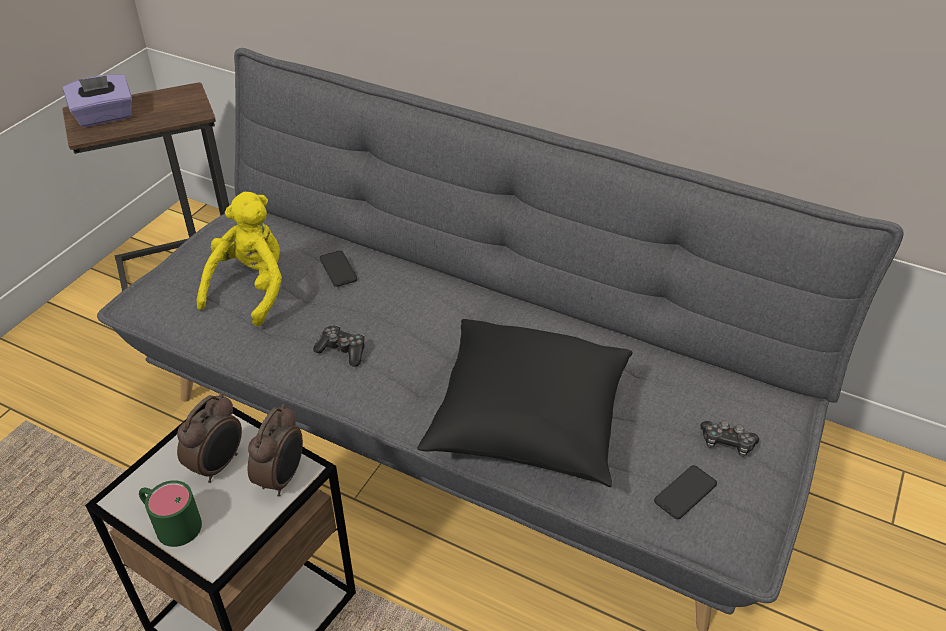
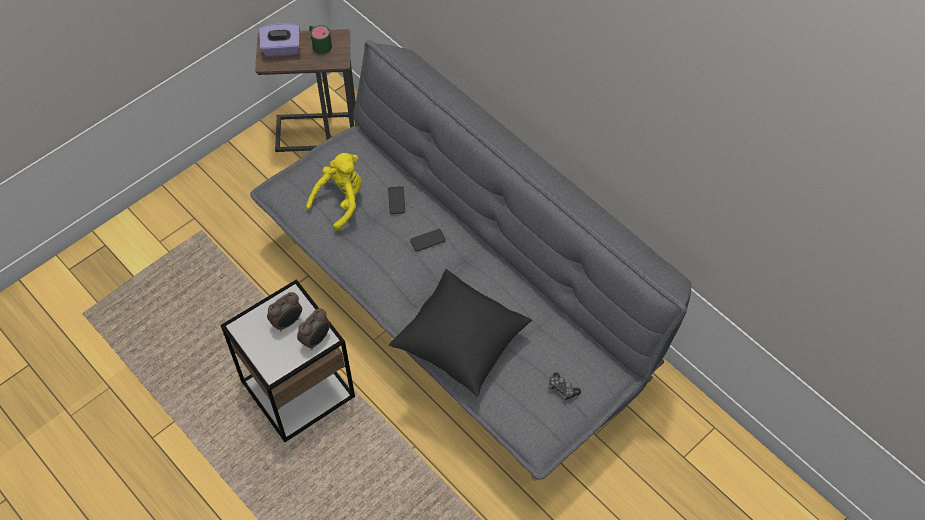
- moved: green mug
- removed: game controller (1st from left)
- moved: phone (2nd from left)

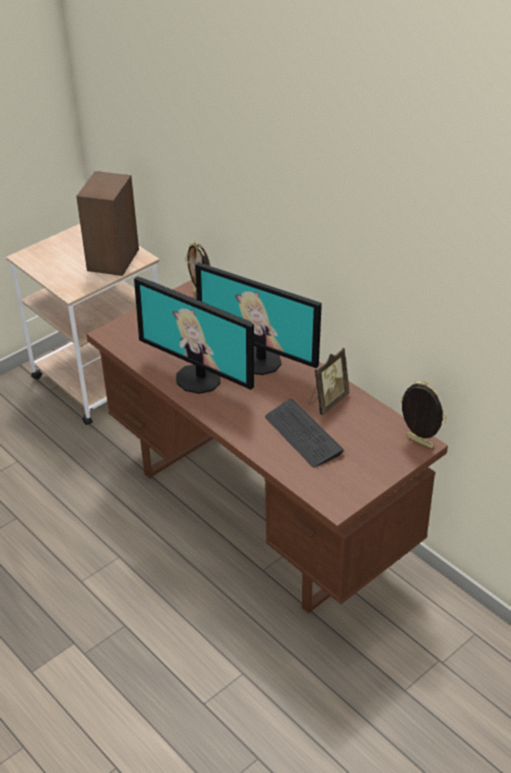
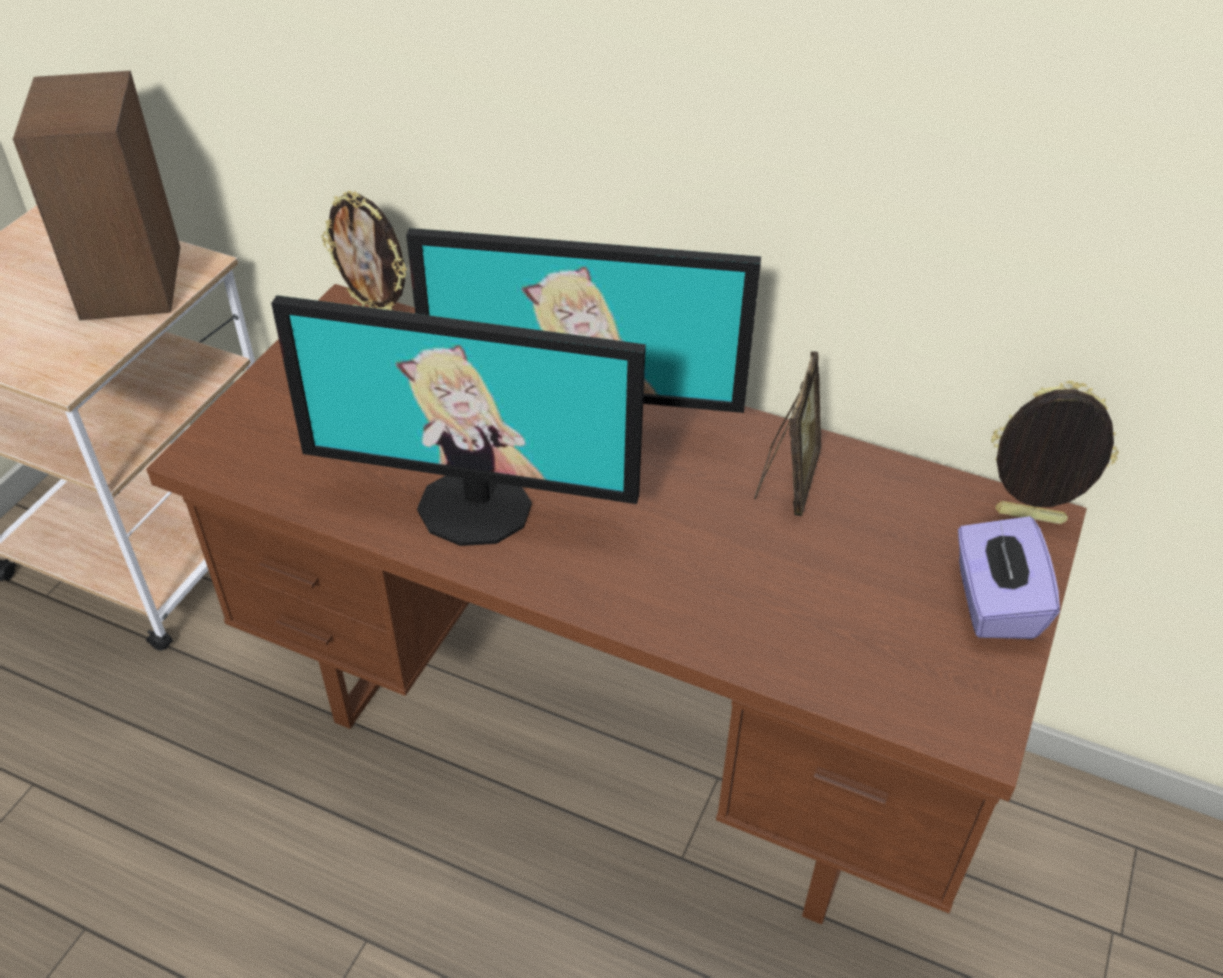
- removed: keyboard
- added: purple tissue box

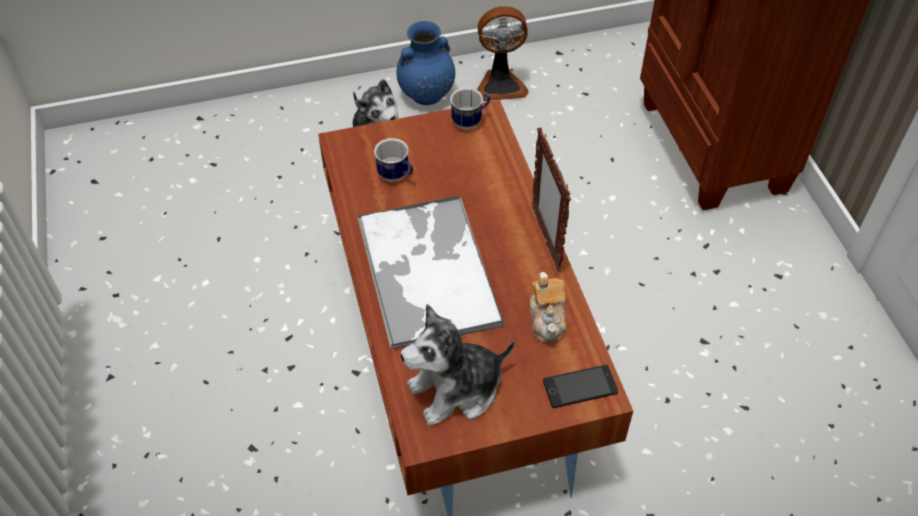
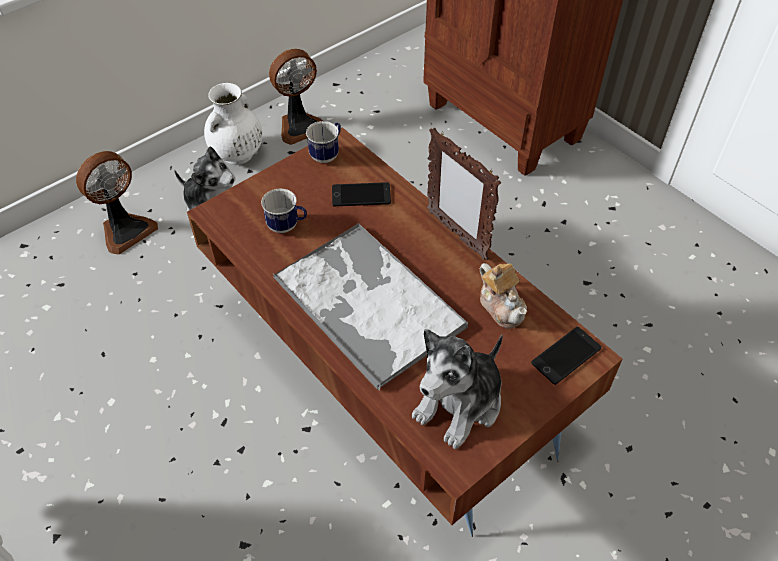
- recoloured: blue vase to white vase
- added: fan (1st from left)
- added: phone (1st from left)

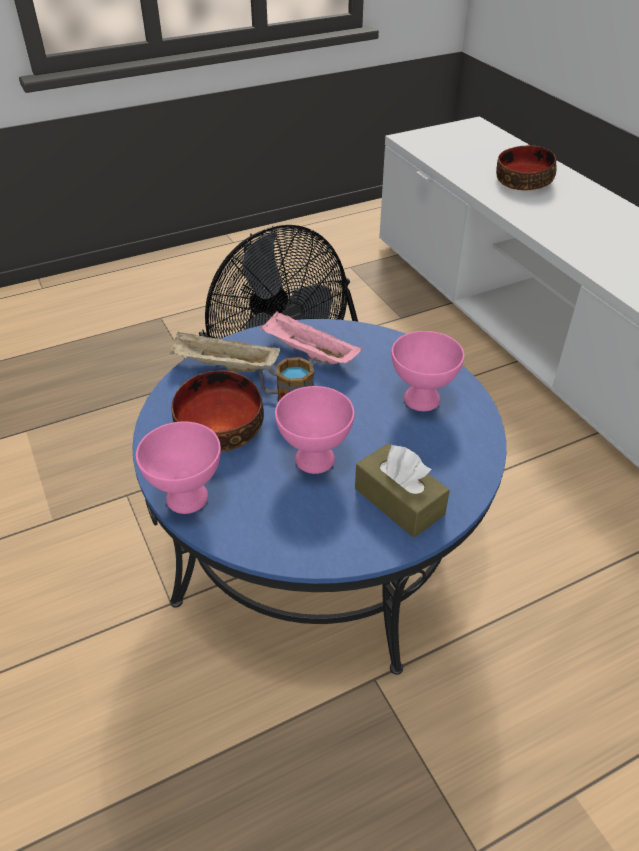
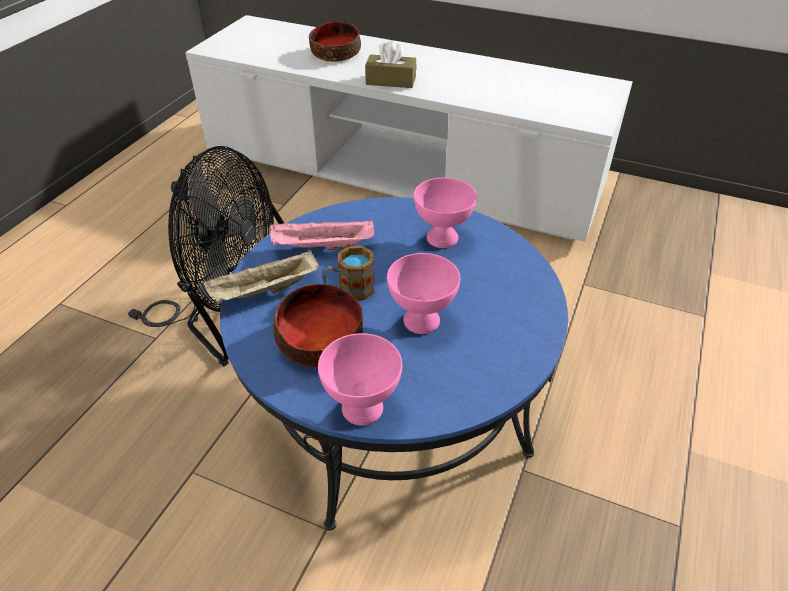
- moved: brown tissue box

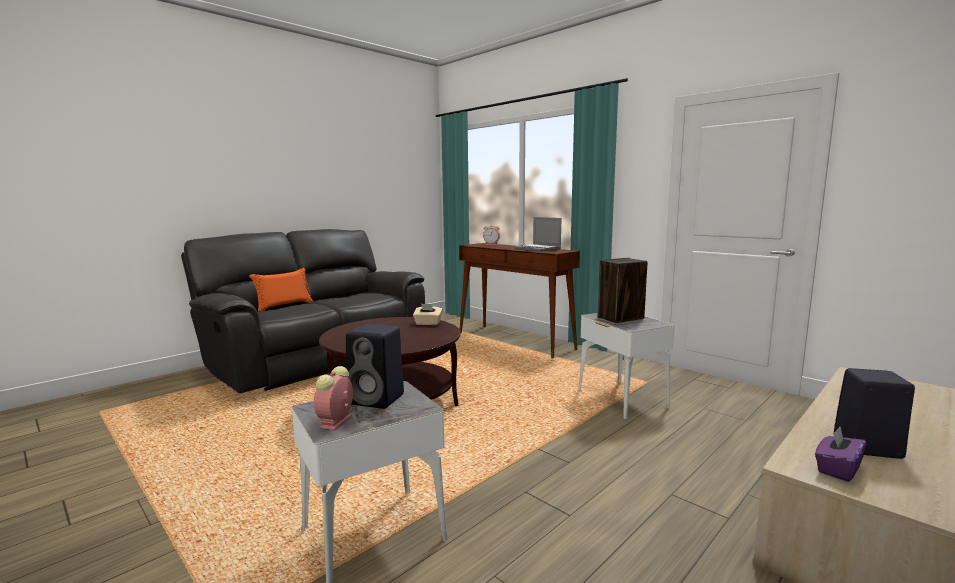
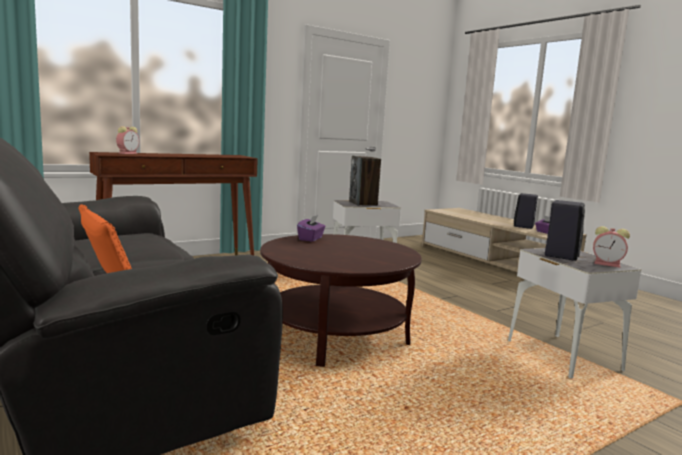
- recoloured: beige tissue box to purple tissue box (1st from left)
- removed: laptop

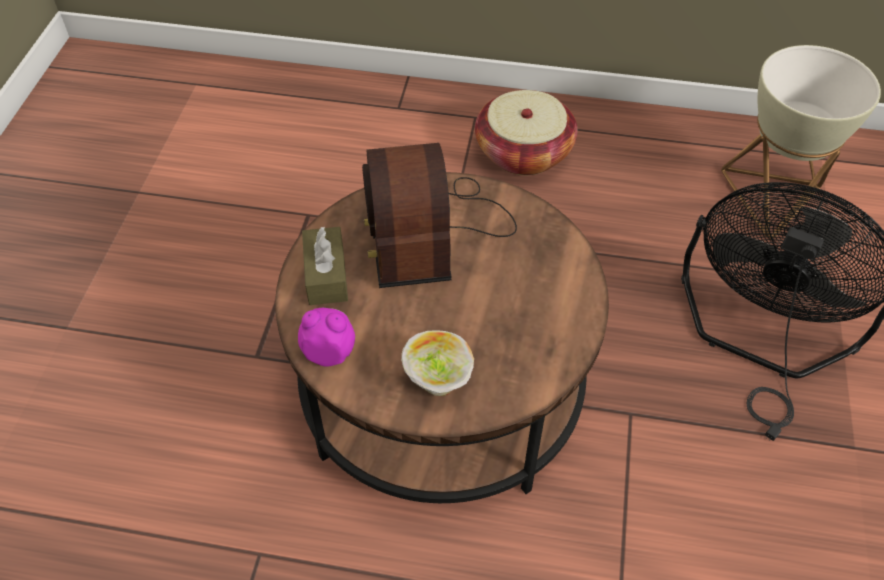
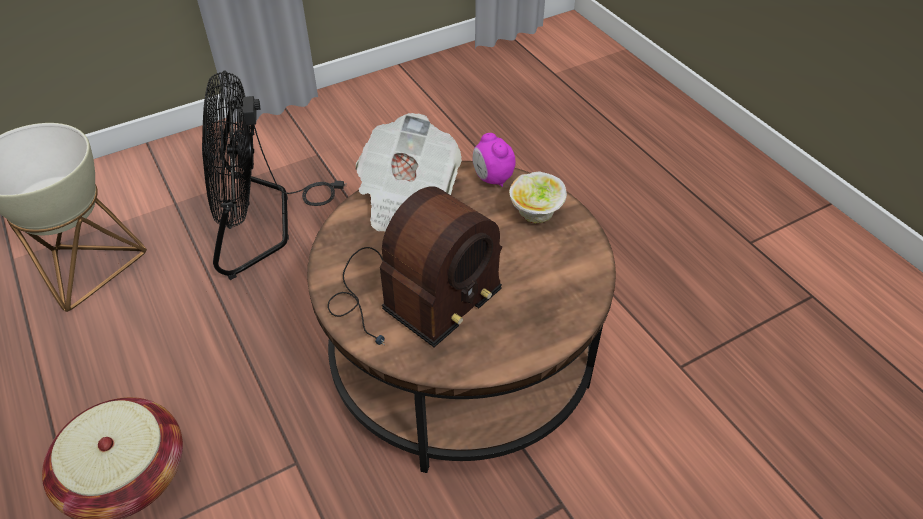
- moved: alarm clock
- removed: brown tissue box
- added: newspaper

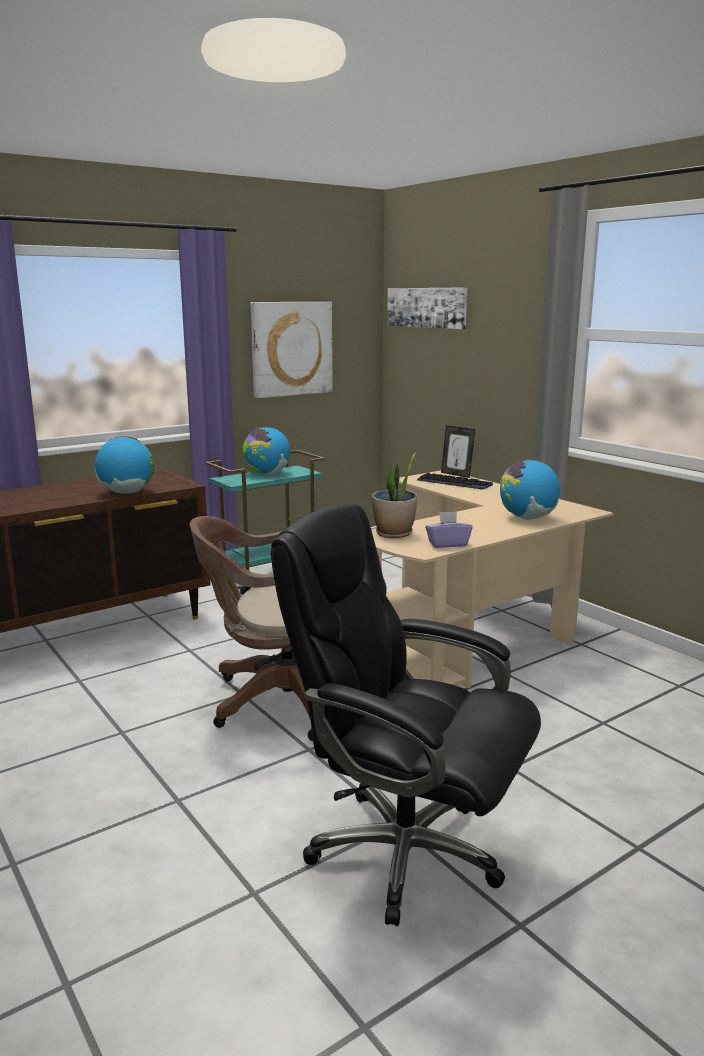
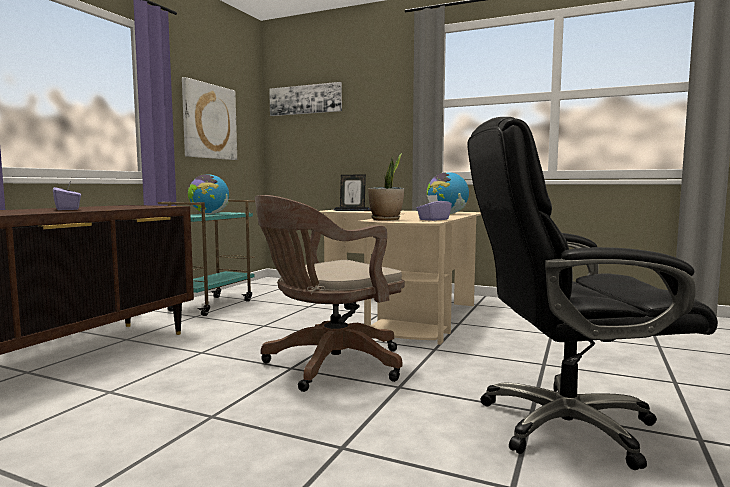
- removed: globe (1st from left)
- added: purple tissue box (1st from left)

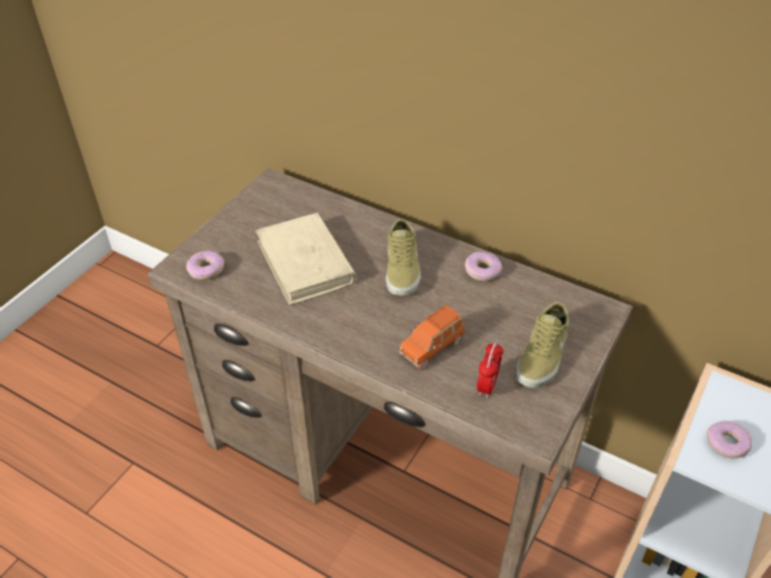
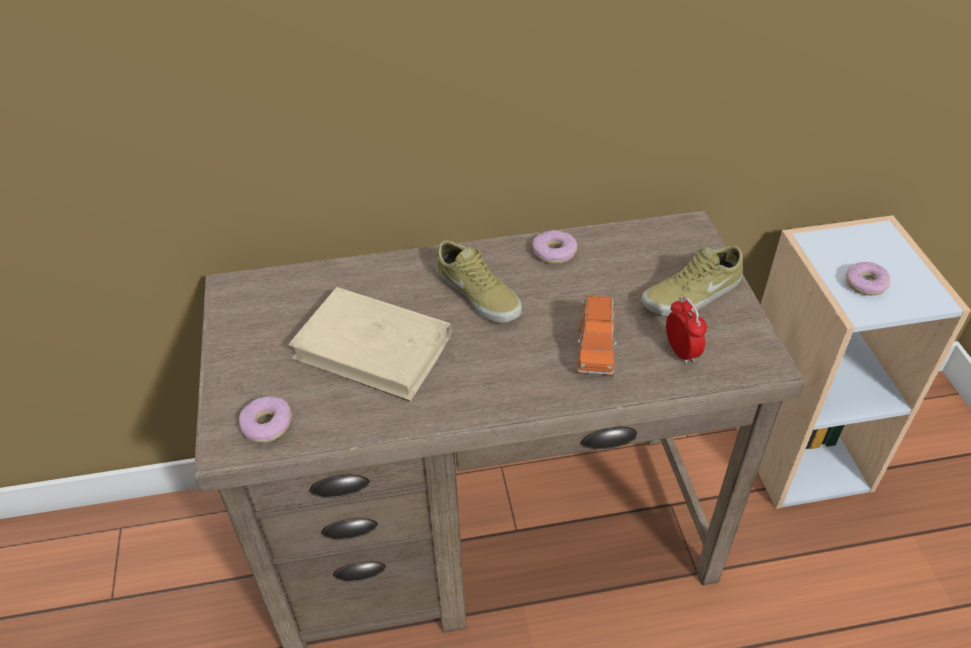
- turned: beige shoe (2nd from left) 75 degrees clockwise

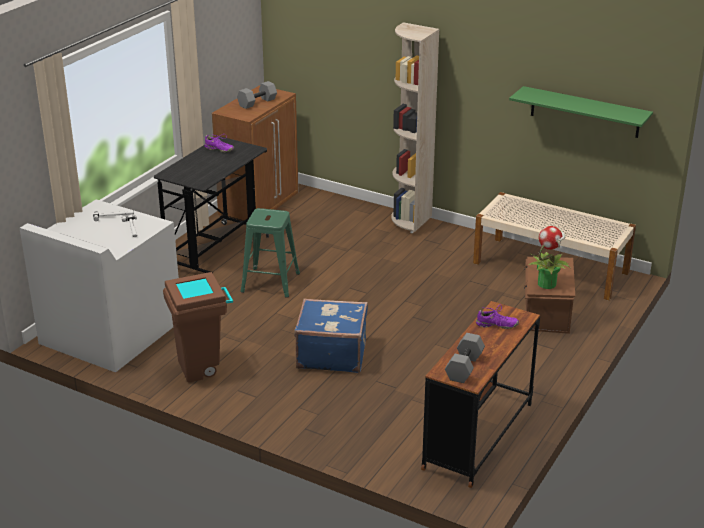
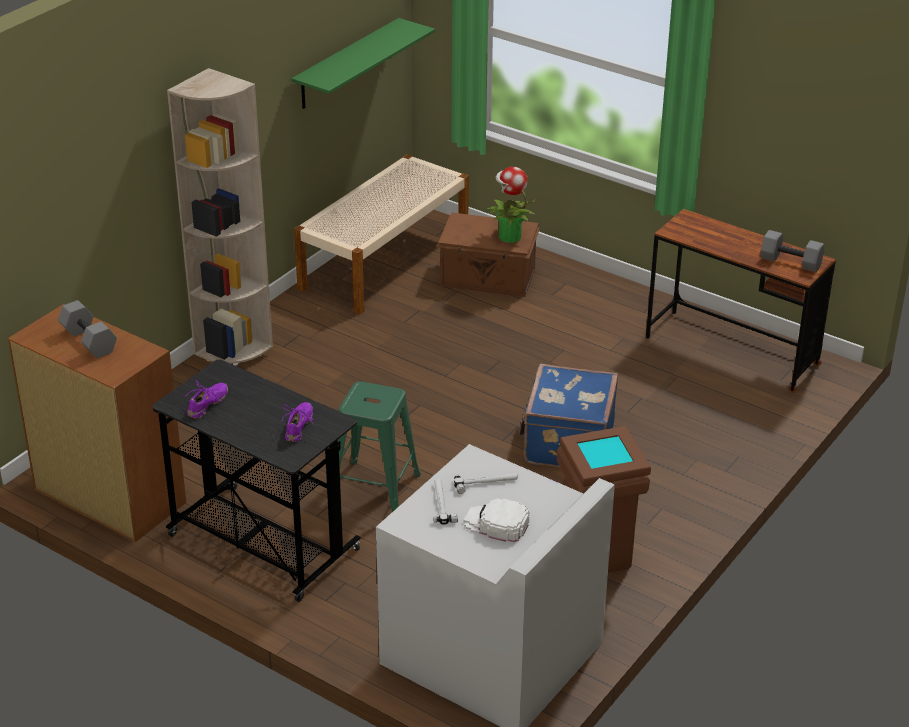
- moved: purple shoe (2nd from left)
- added: white cap

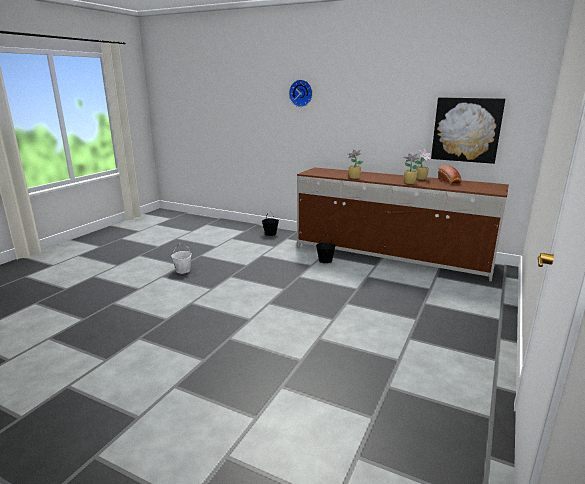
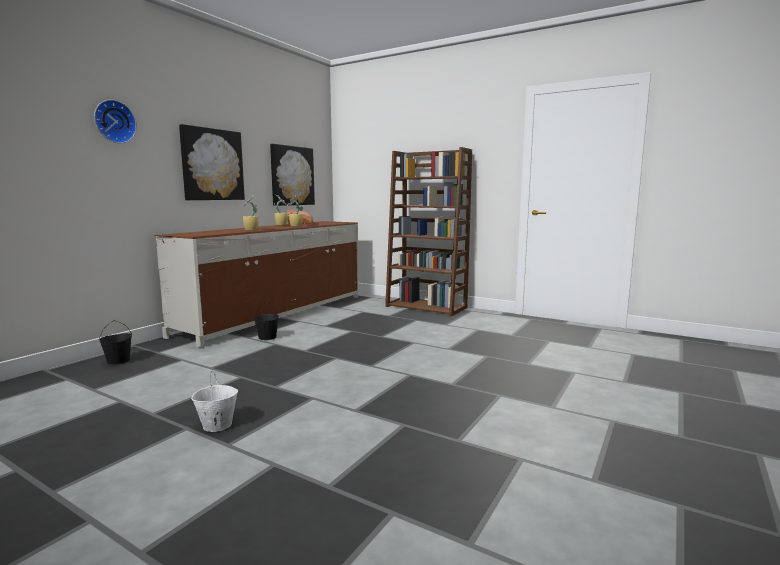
- added: picture (1st from left)
- added: brown bookcase

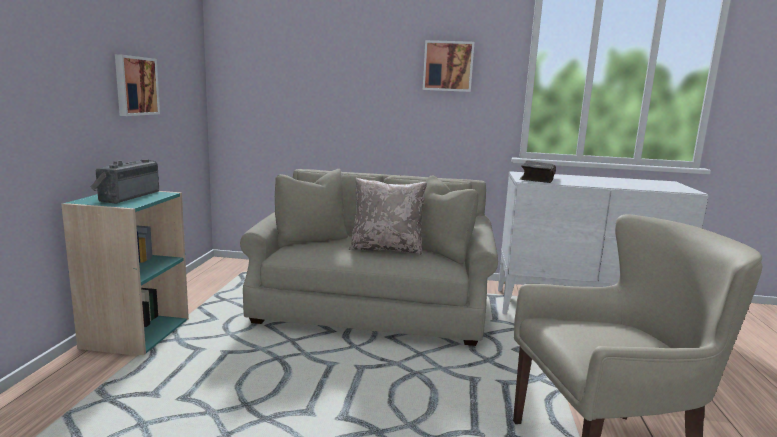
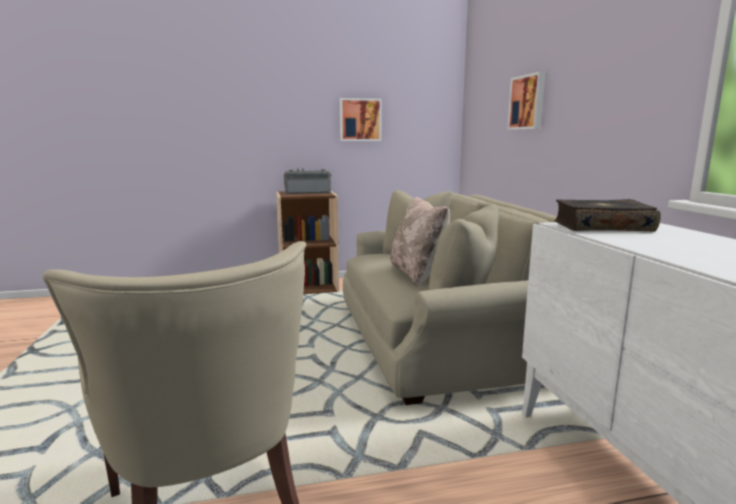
- recoloured: turquoise bookcase to brown bookcase
- moved: picture (2nd from left)

